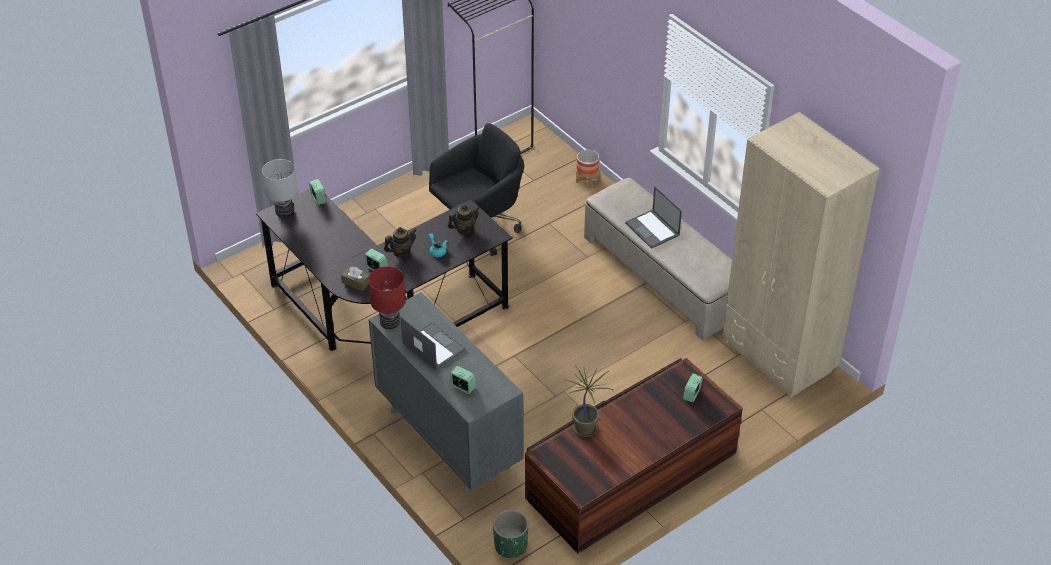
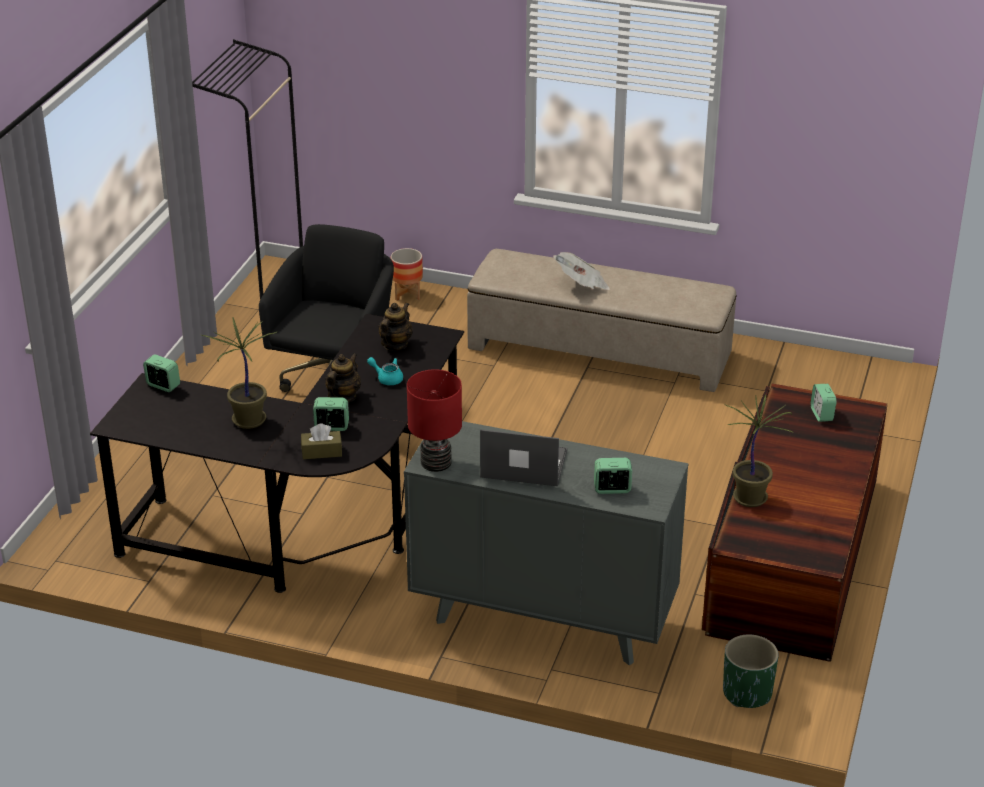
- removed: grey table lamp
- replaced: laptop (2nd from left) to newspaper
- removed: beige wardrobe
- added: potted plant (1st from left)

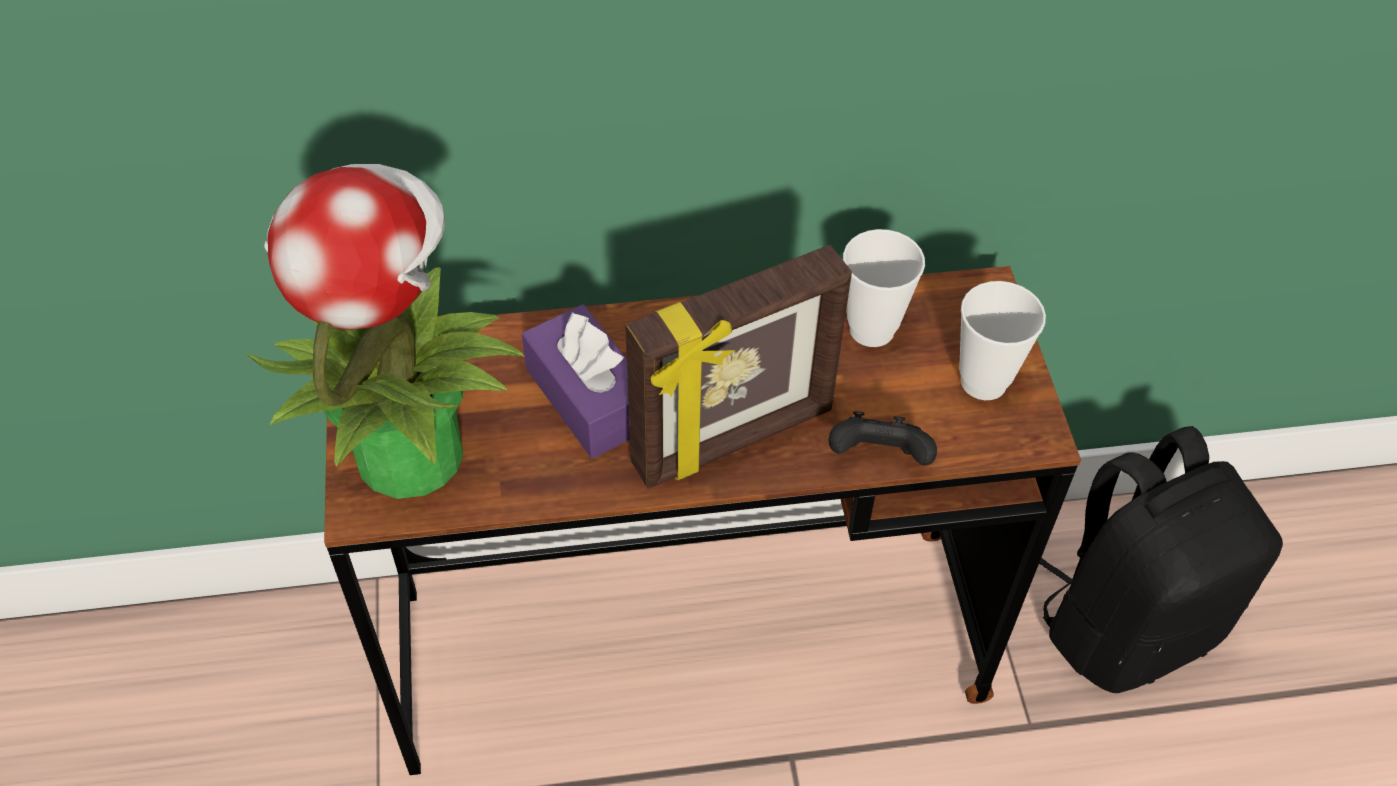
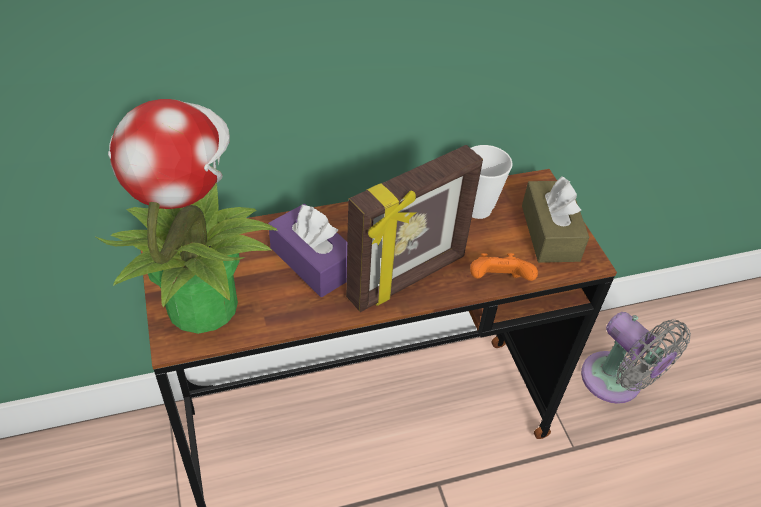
- recoloured: black game controller to orange game controller
- replaced: cup (2nd from left) to brown tissue box
- replaced: black backpack to grey fan

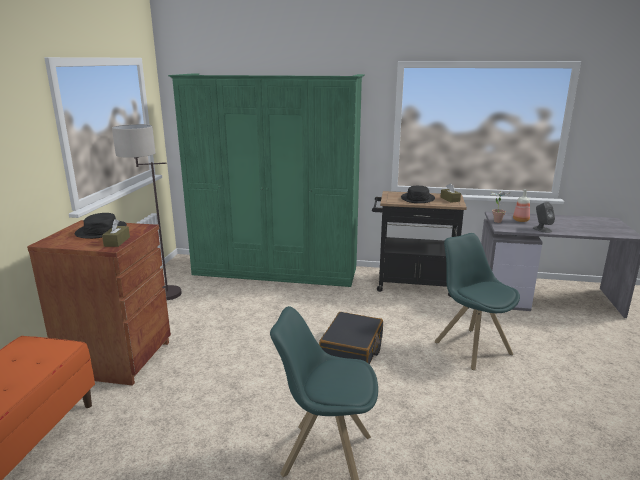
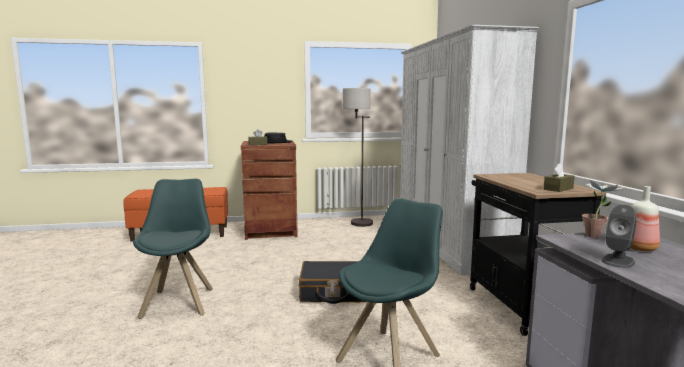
- recoloured: green wardrobe to white wardrobe
- removed: black hat (2nd from left)

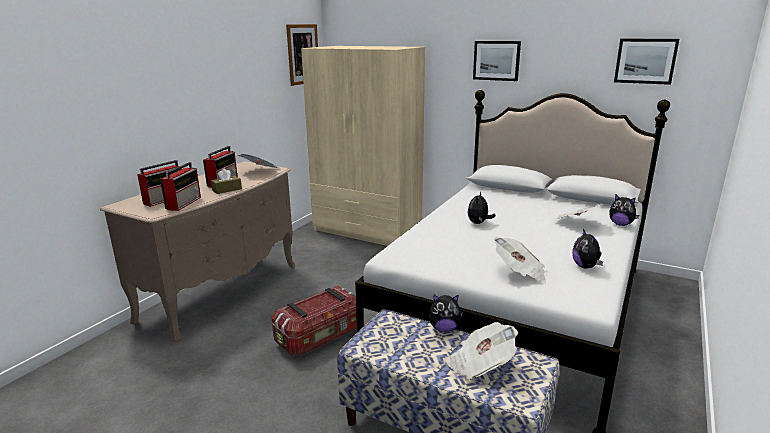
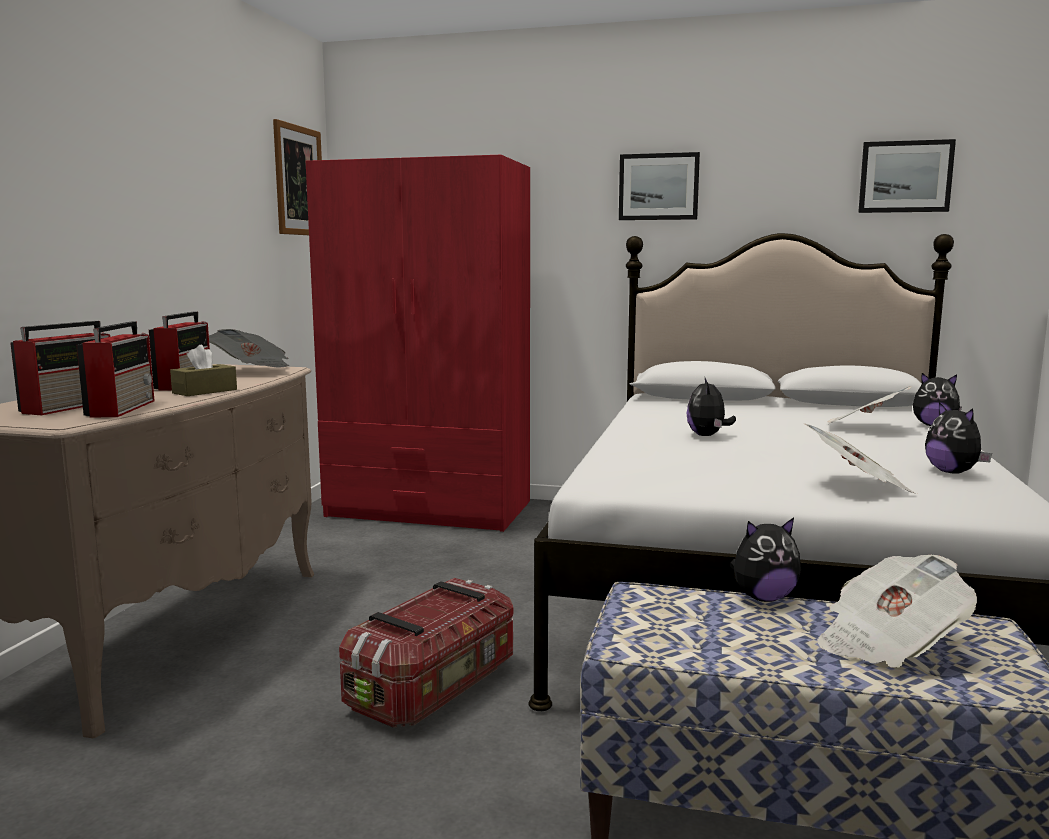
- recoloured: beige wardrobe to red wardrobe

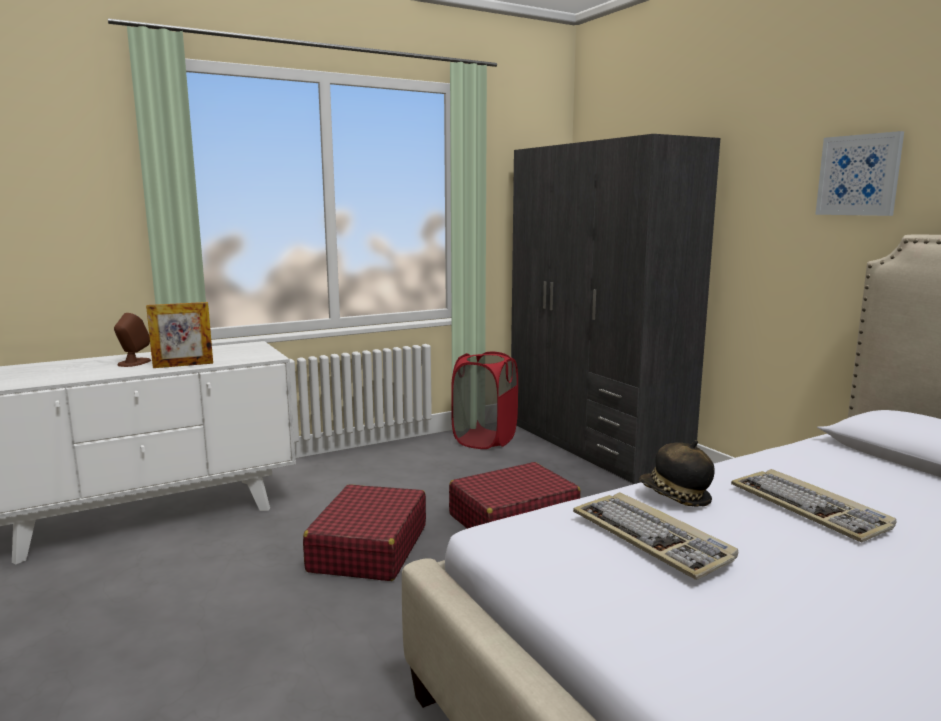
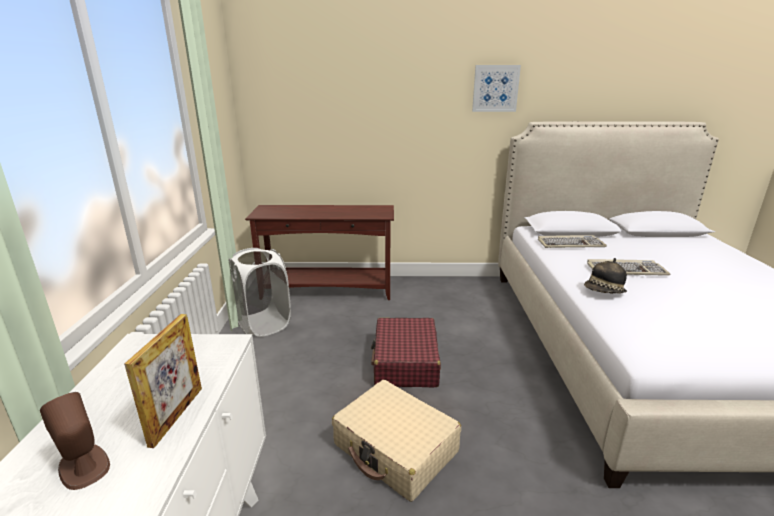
- recoloured: red suitcase (1st from left) to beige suitcase
- recoloured: red laundry basket to white laundry basket
- replaced: grey wardrobe to brown console table
- moved: keyboard (1st from left)

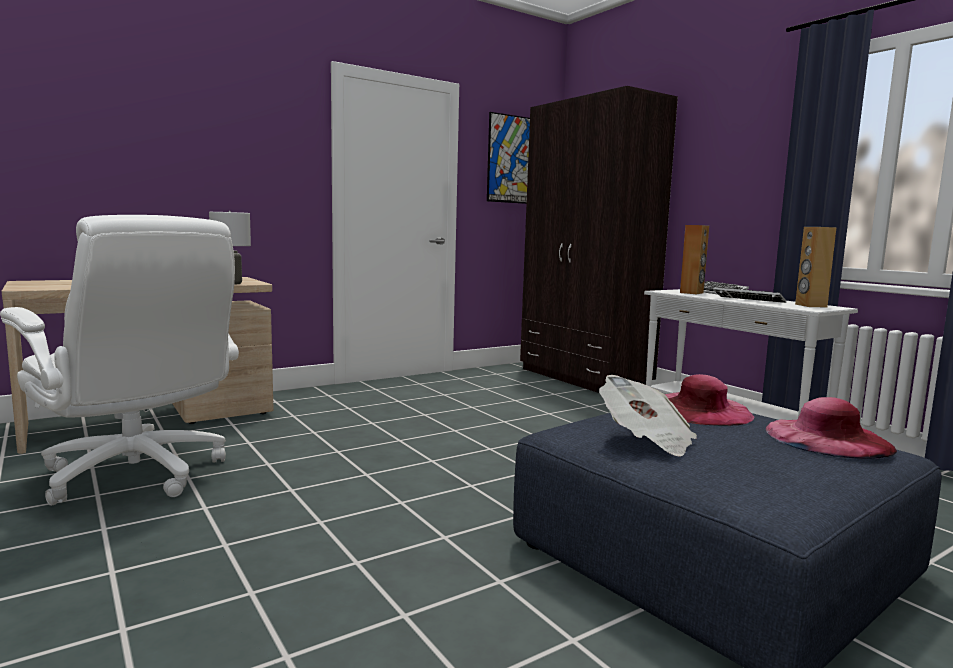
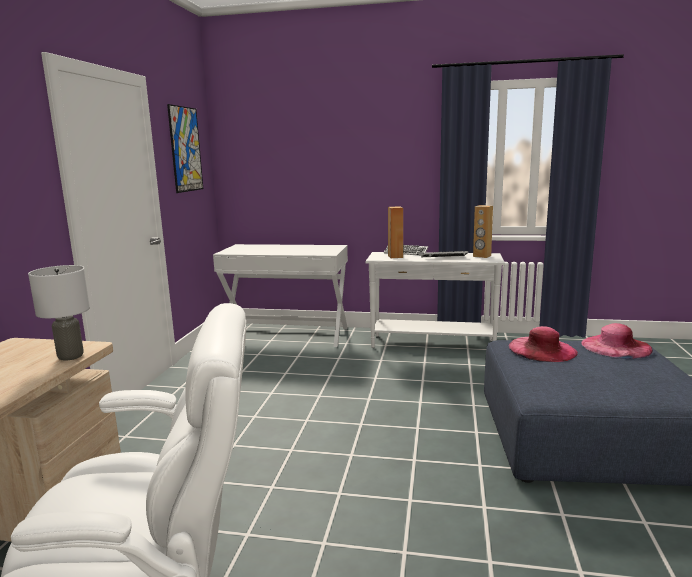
- replaced: brown wardrobe to white console table (1st from left)
- removed: newspaper

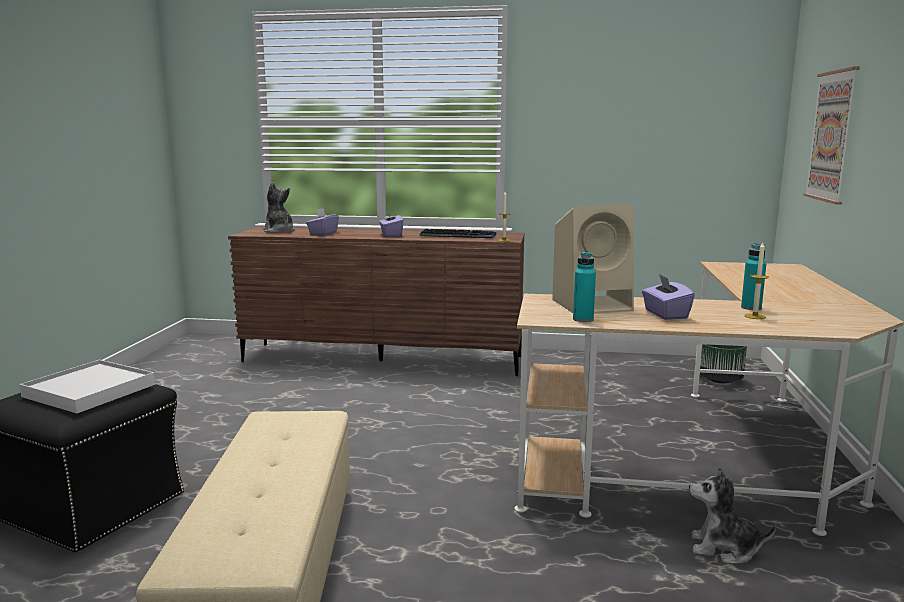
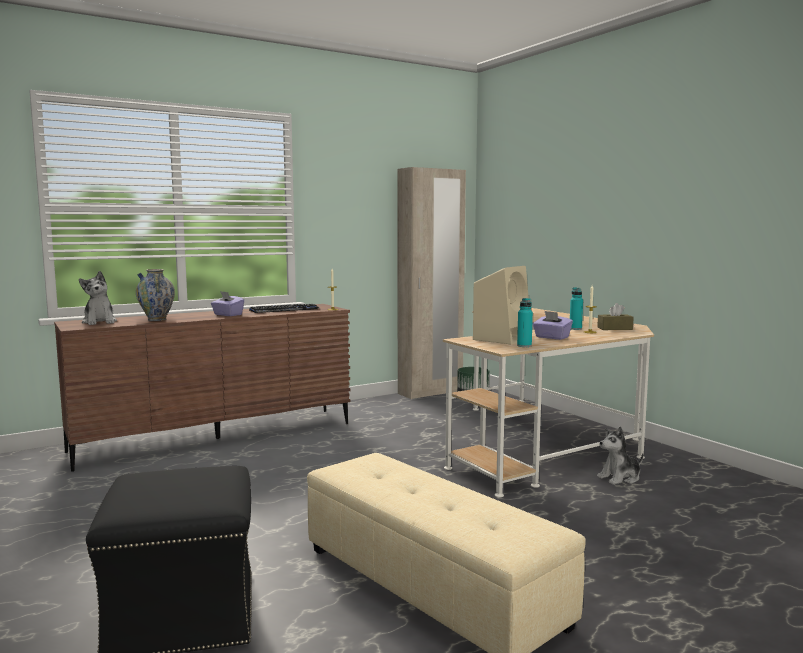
- removed: white tray
- turned: plush toy (1st from left) 135 degrees counterclockwise
- replaced: purple tissue box (1st from left) to vase
- removed: picture
- added: beige wardrobe
- added: brown tissue box

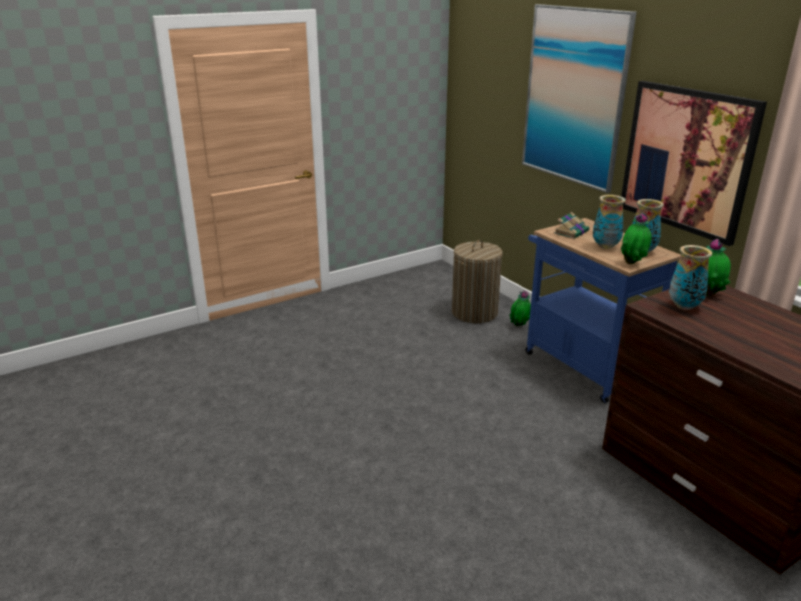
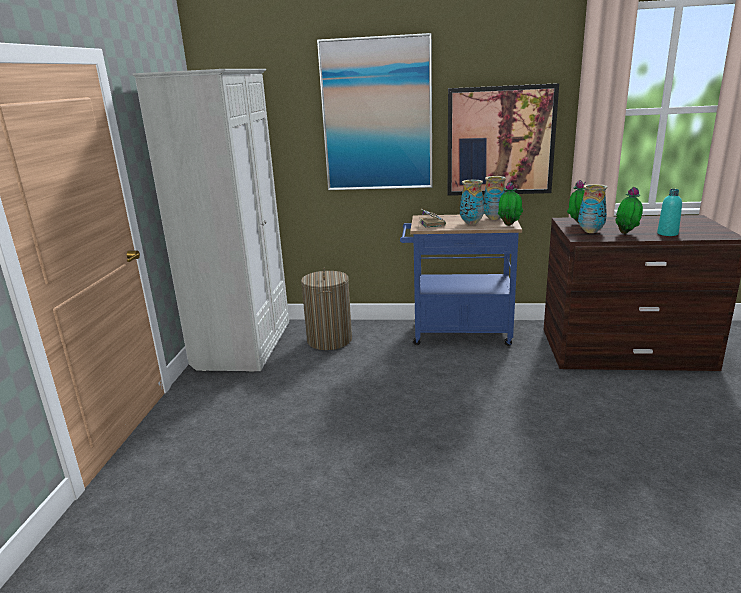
- moved: potted plant (1st from left in the first image) to potted plant (3rd from left)
- added: white wardrobe
- added: turquoise bottle

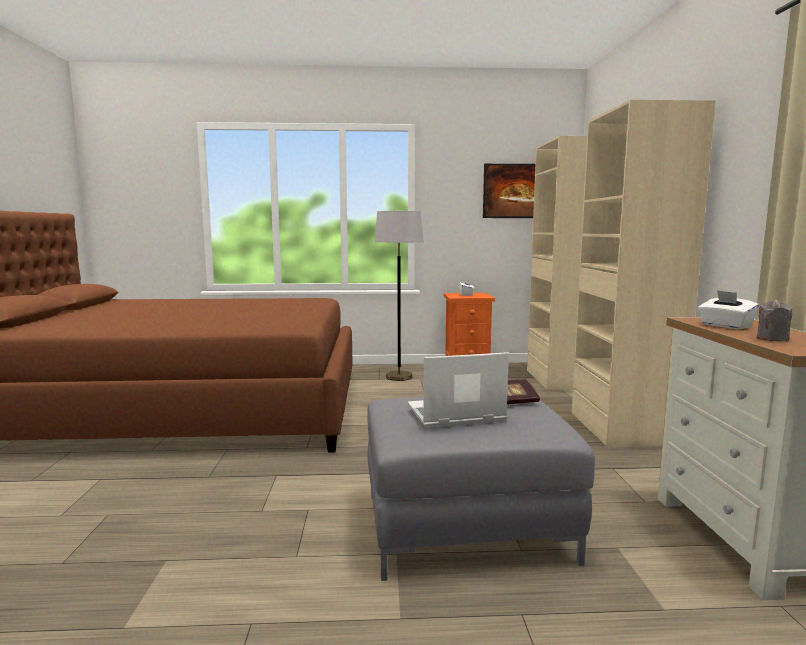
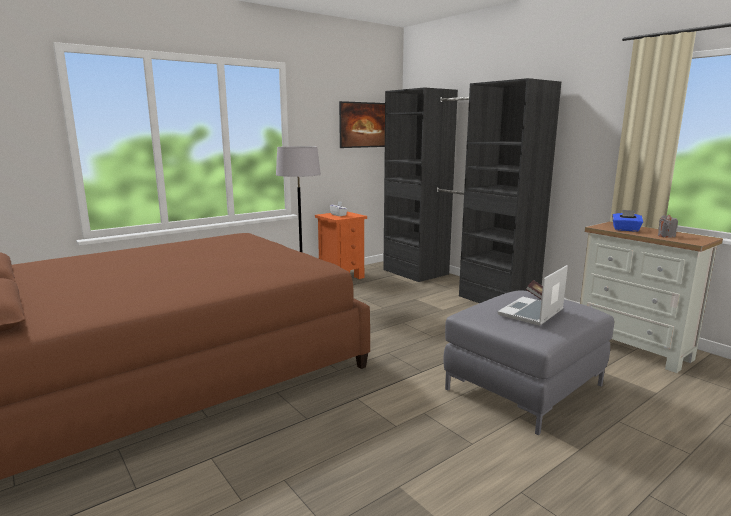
- recoloured: beige wardrobe to black wardrobe
- recoloured: white tissue box (2nd from left) to blue tissue box

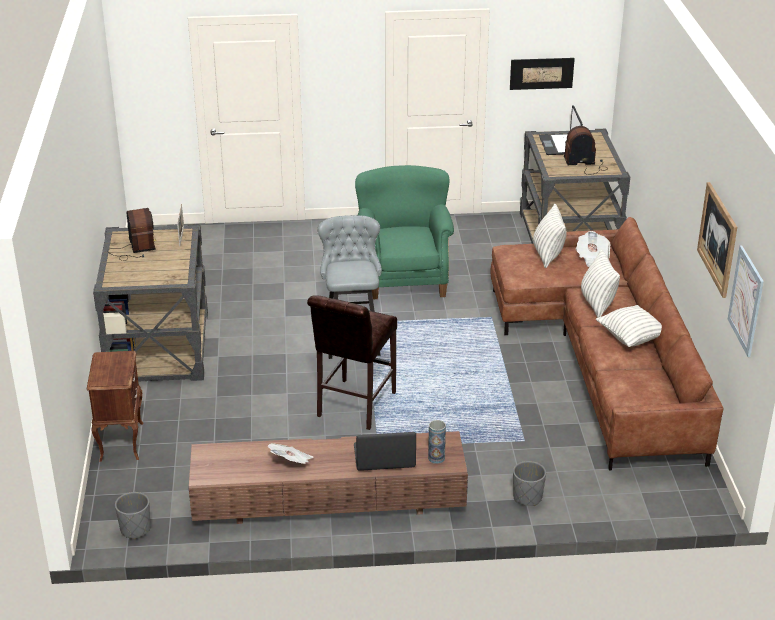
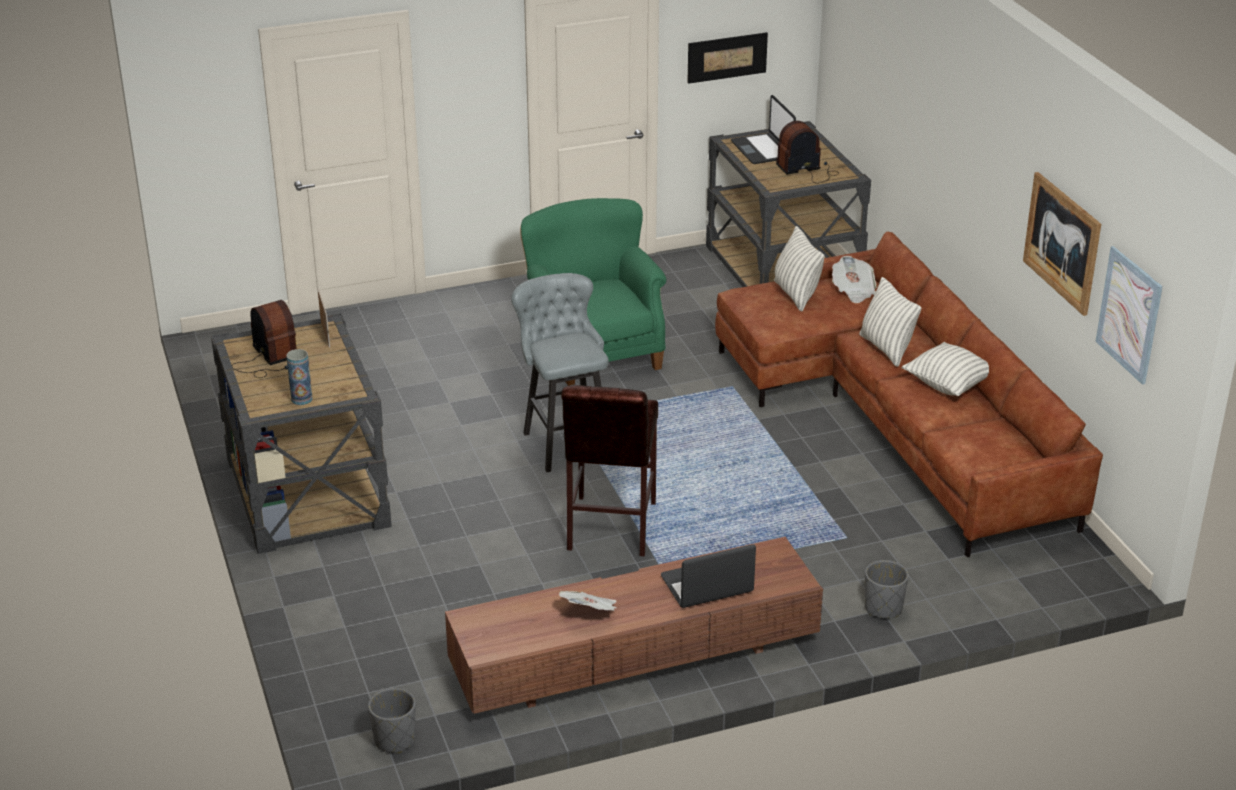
- removed: brown nightstand
- moved: vase

